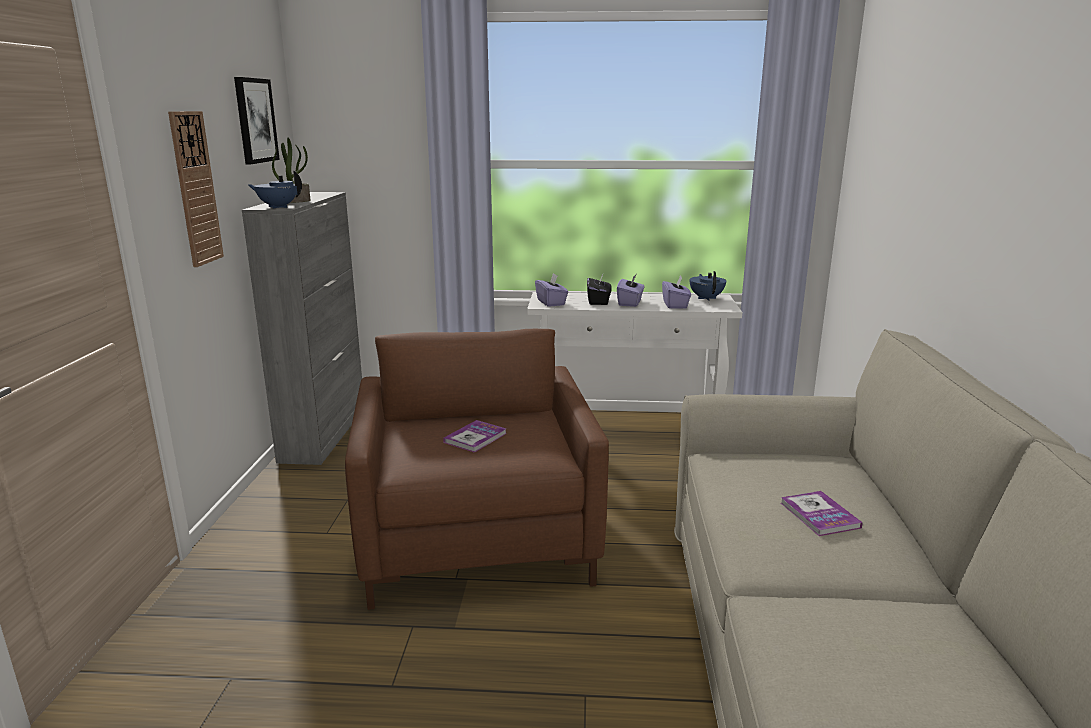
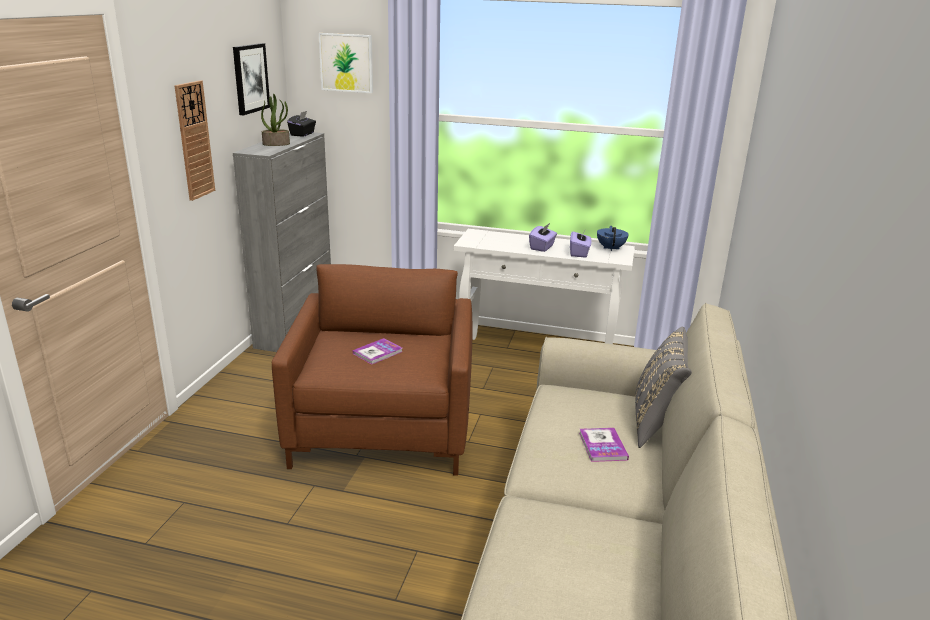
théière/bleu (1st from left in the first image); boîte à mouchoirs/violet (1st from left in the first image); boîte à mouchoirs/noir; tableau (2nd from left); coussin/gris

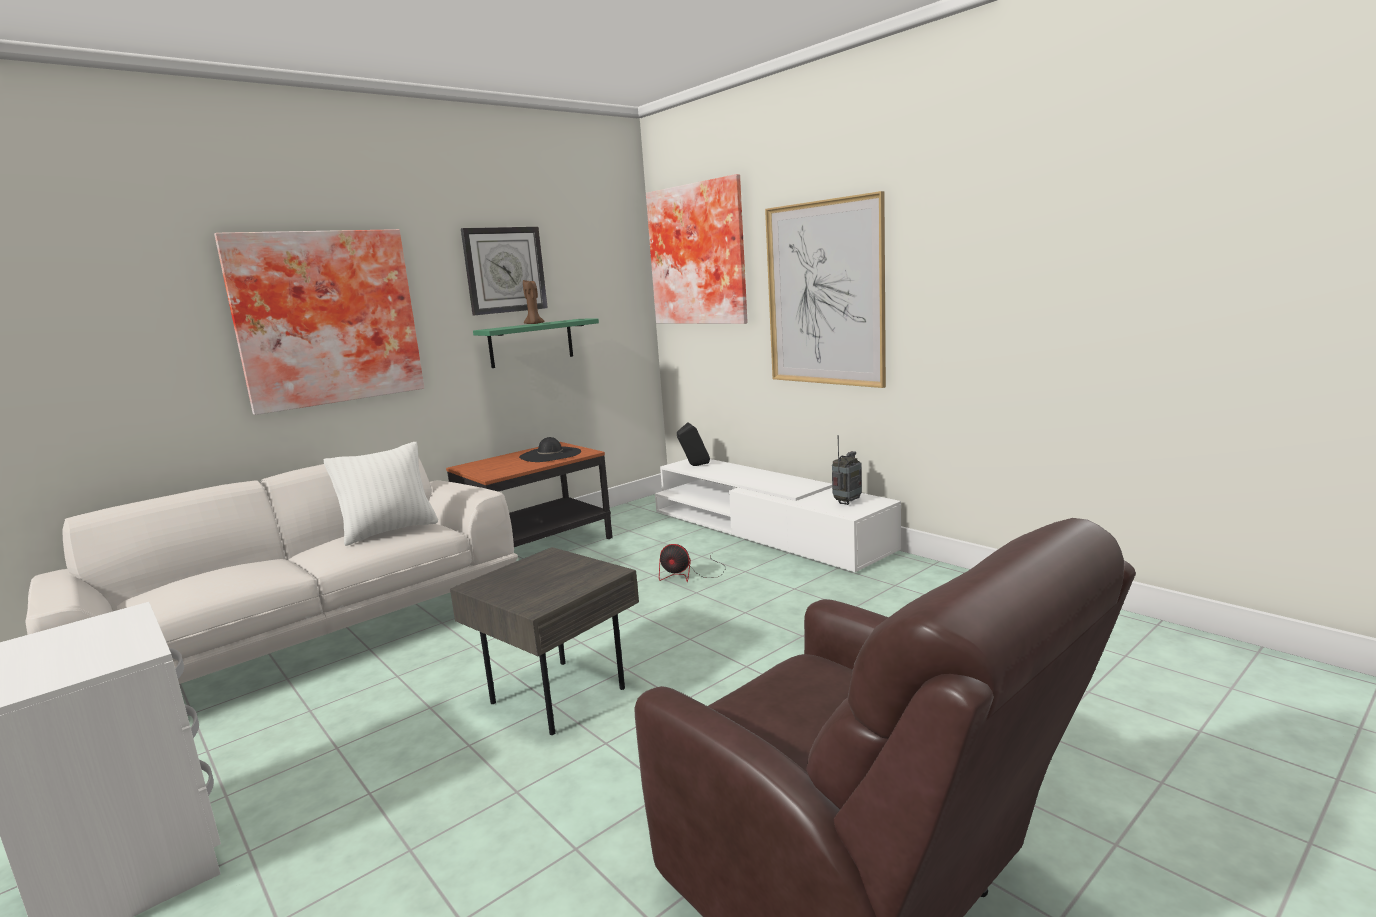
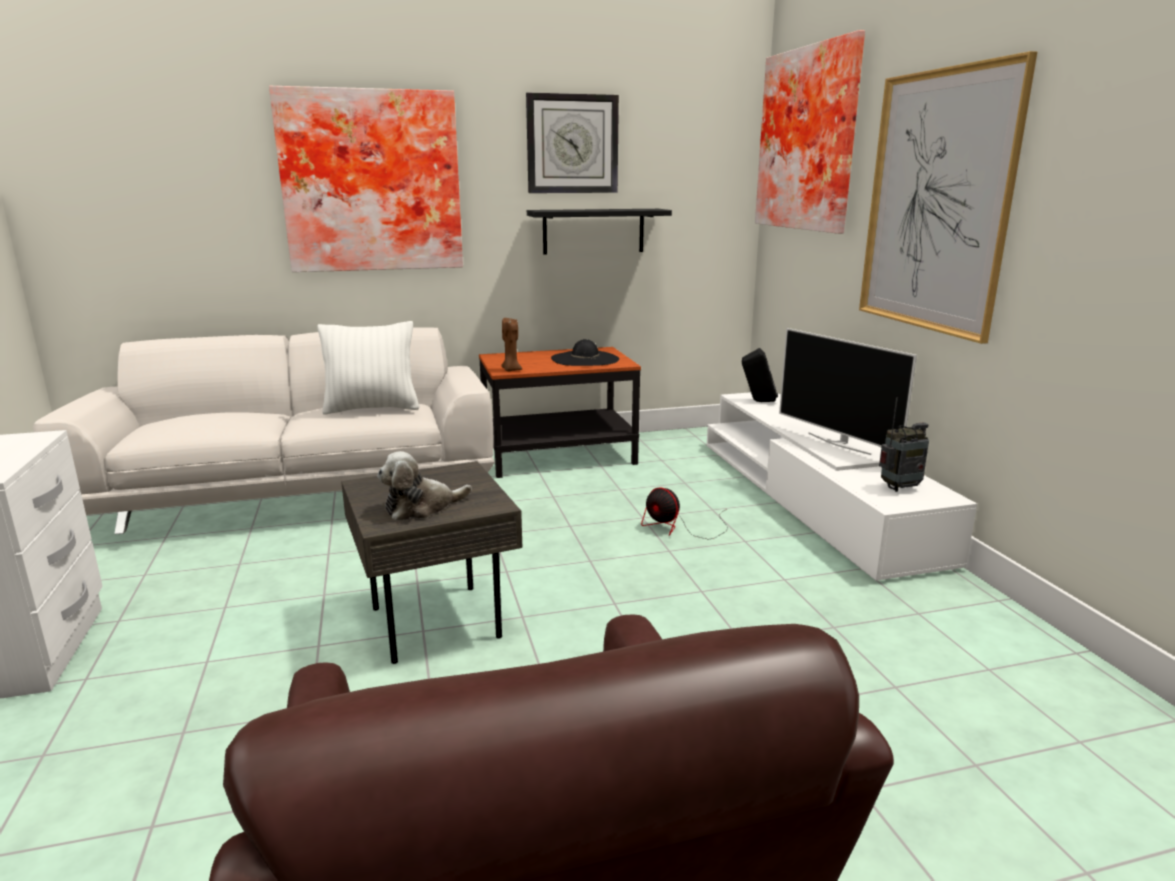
étagère/noir; bougie/marron; peluche; téléviseur

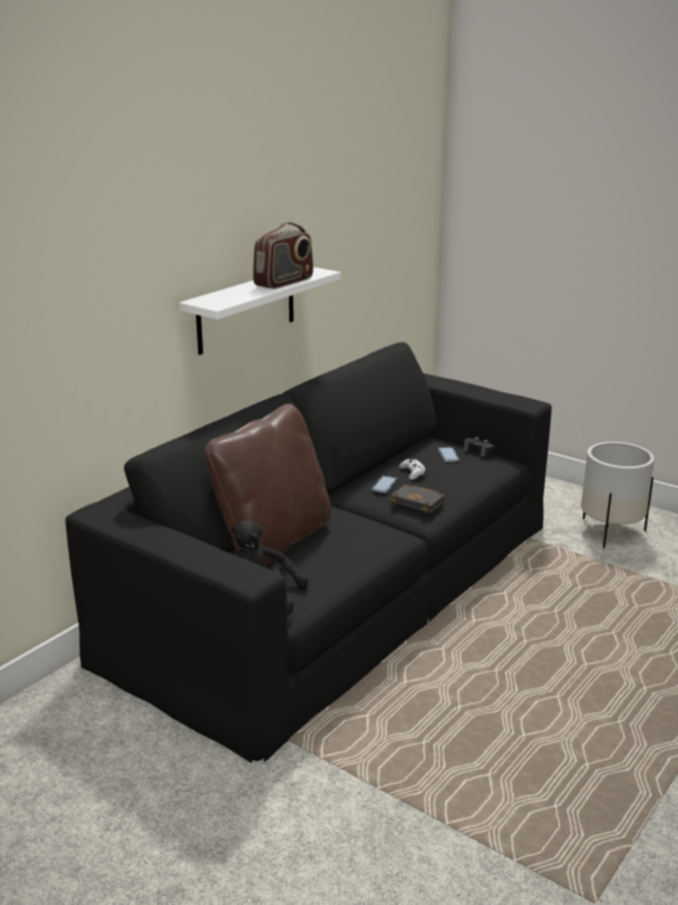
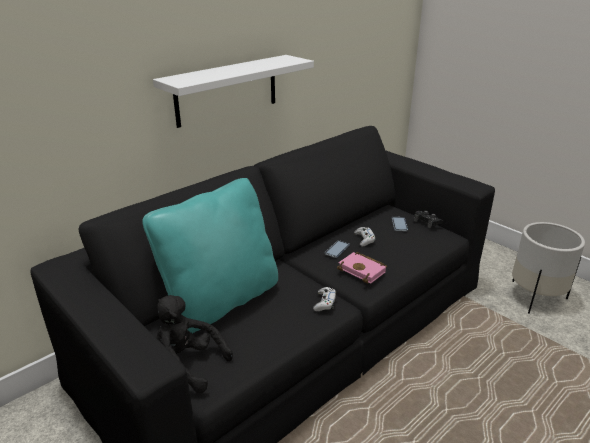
coussin/turquoise; radio; livre/rose; manette/blanc (1st from left)

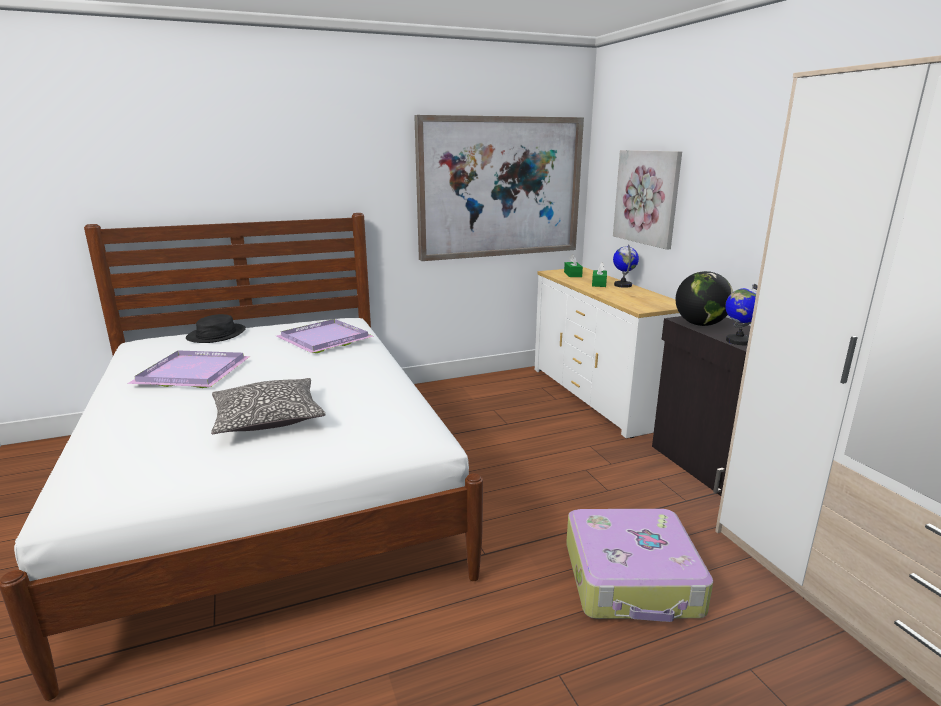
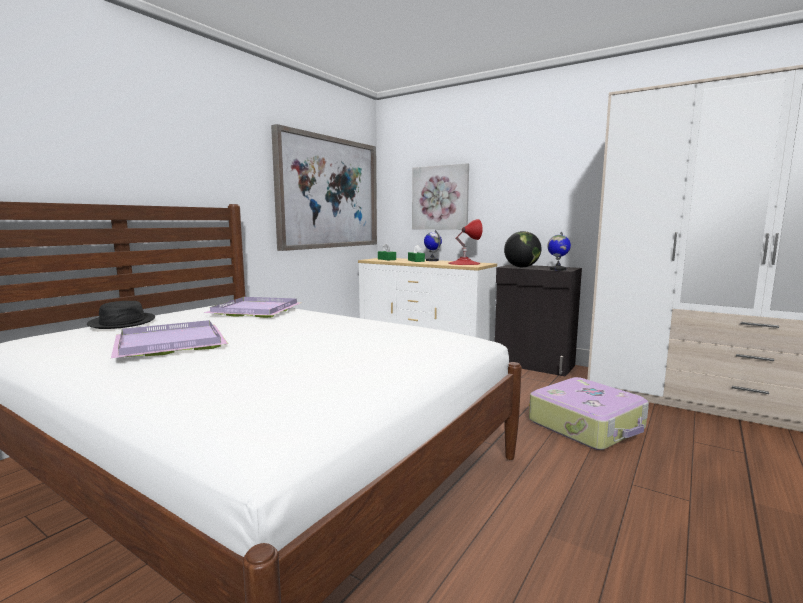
coussin; lampe de table/rouge

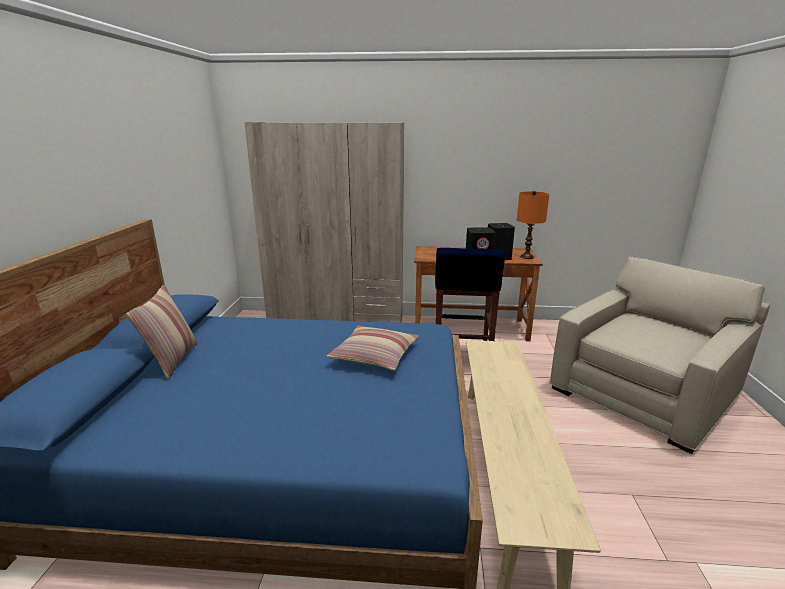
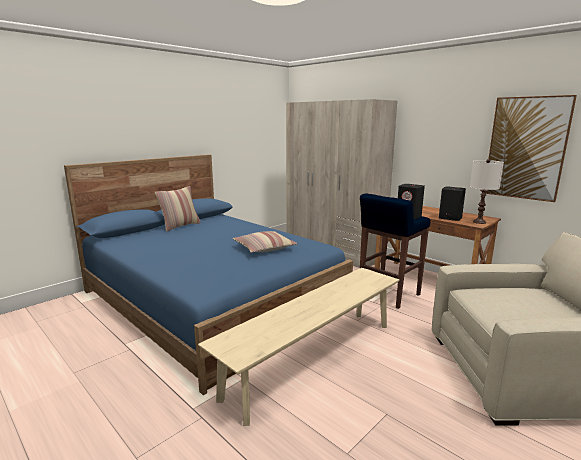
lampe de table/blanc; tableau

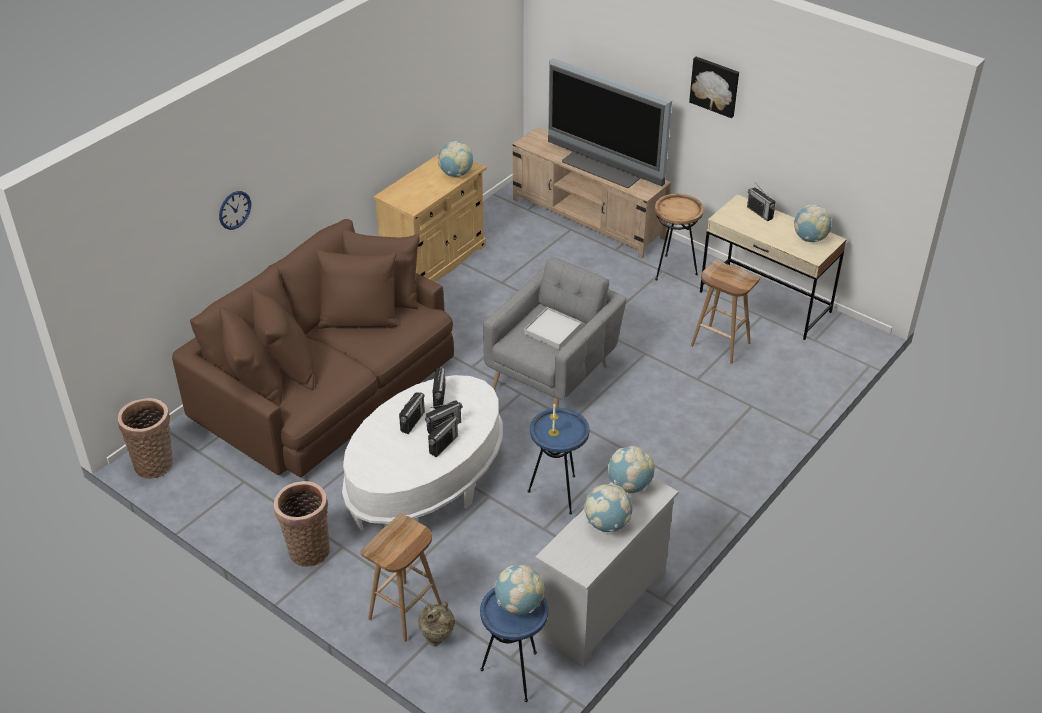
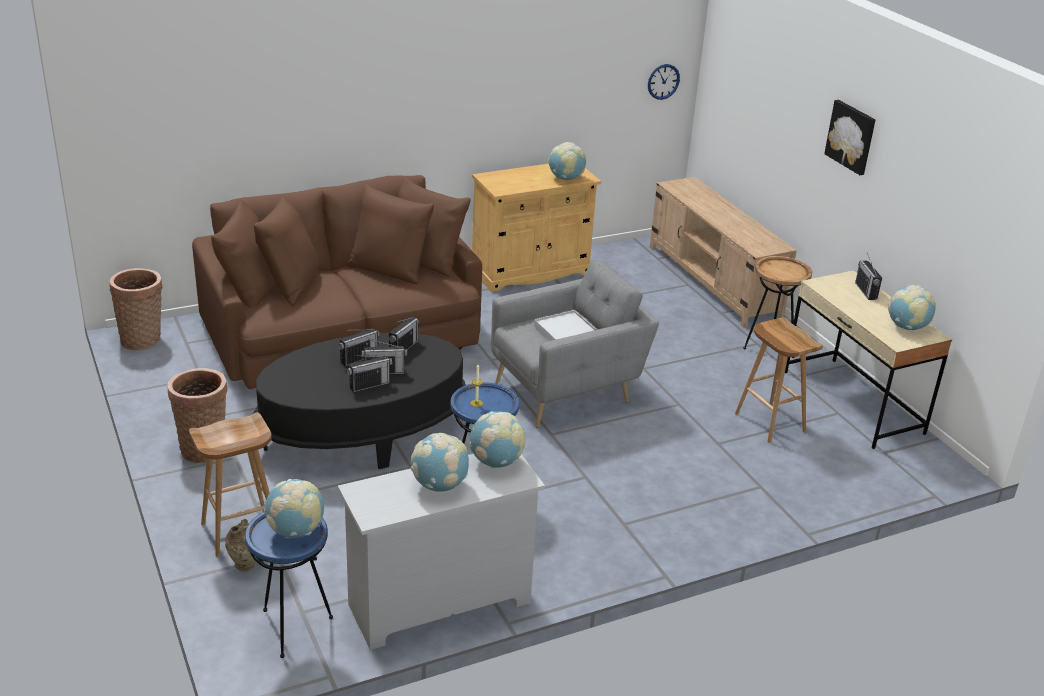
horloge murale; table basse/noir; téléviseur

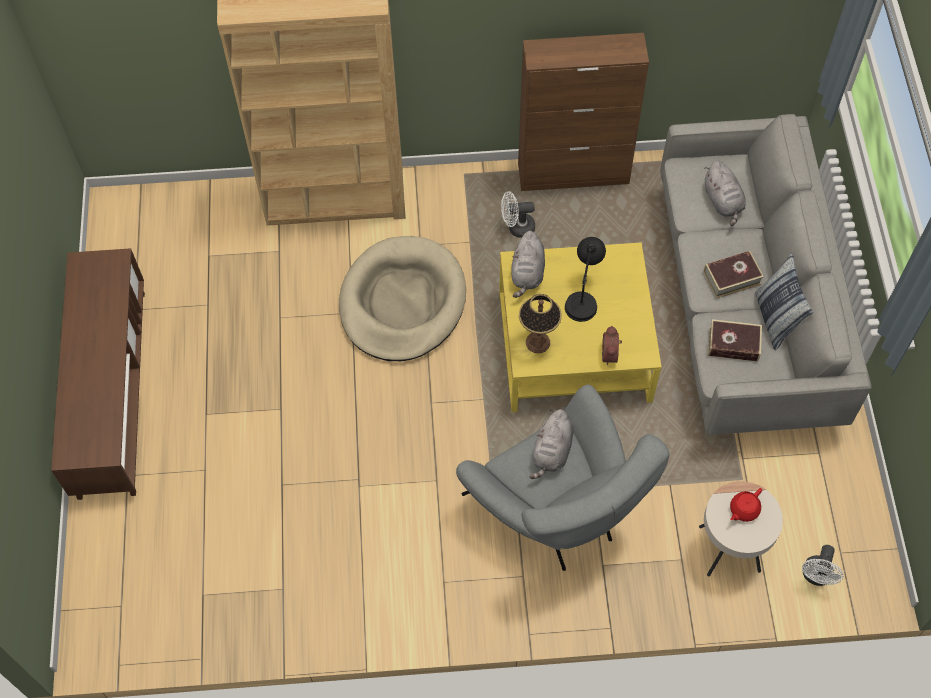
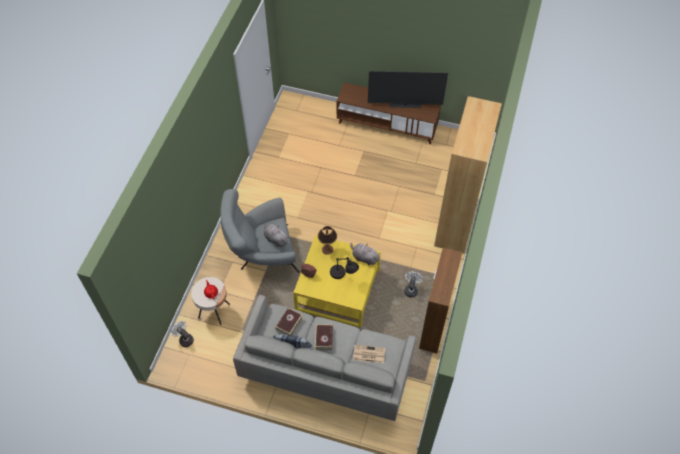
panier pour chien/beige; journal; téléviseur

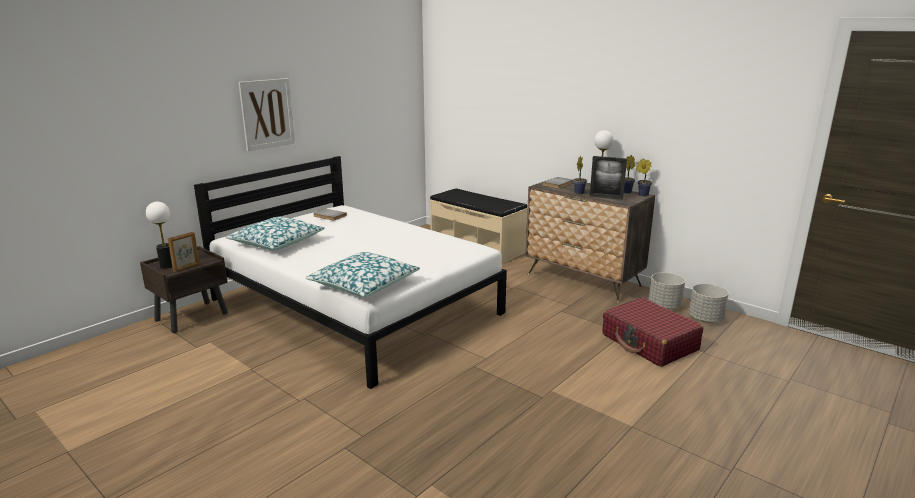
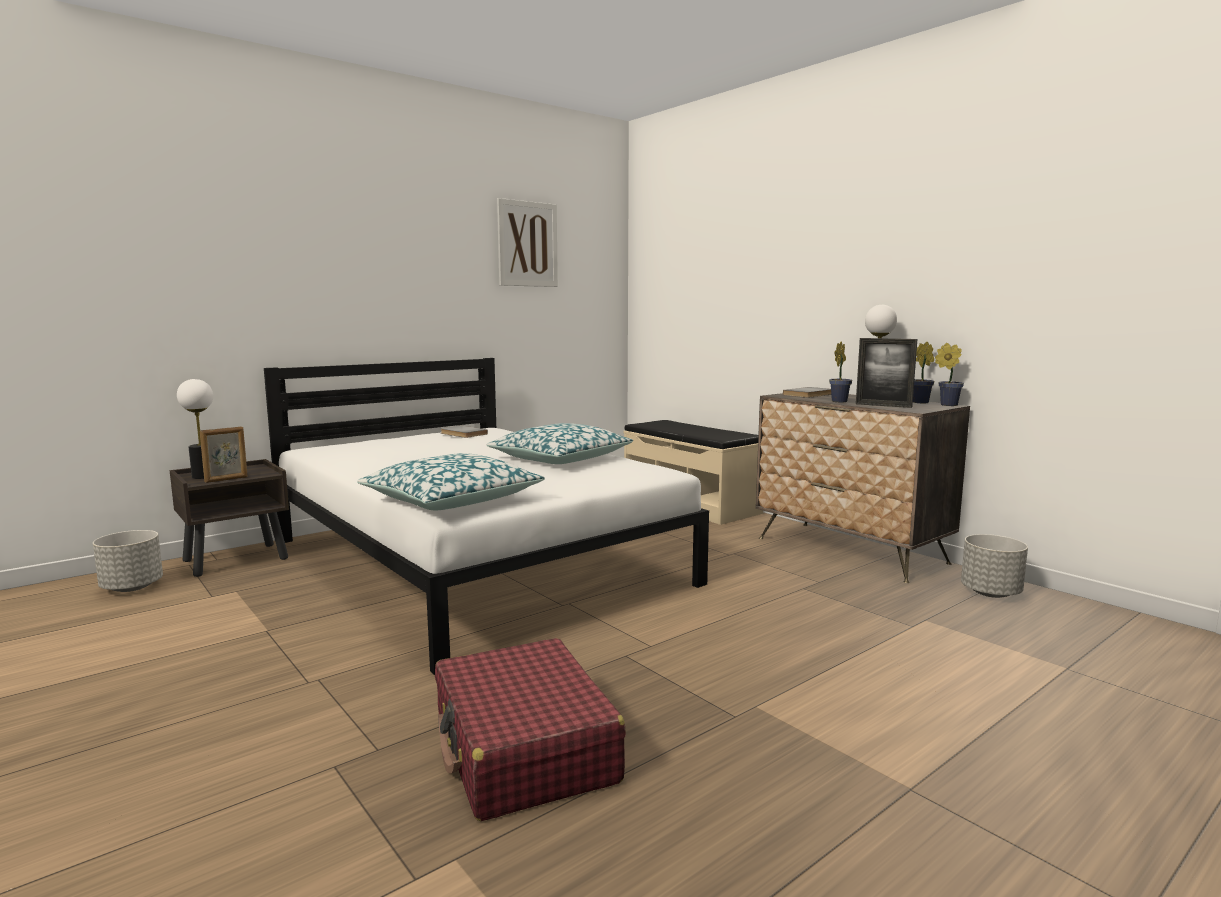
coussin (2nd from left); tableau; valise/rouge; cache-pot/gris (1st from left)

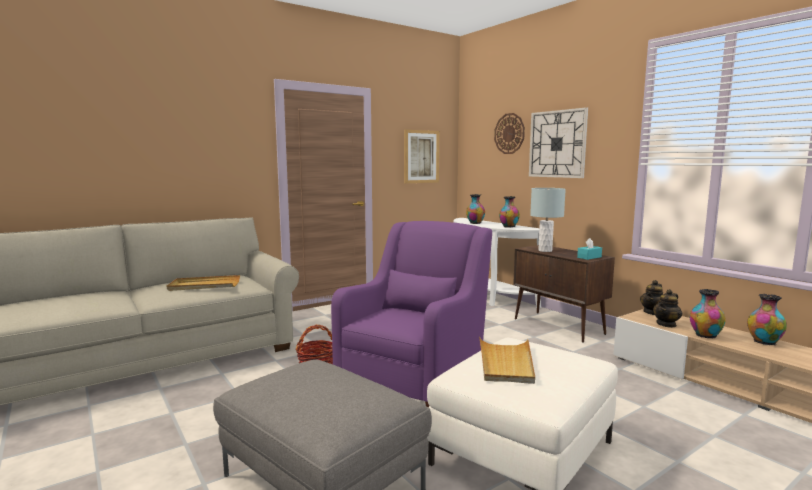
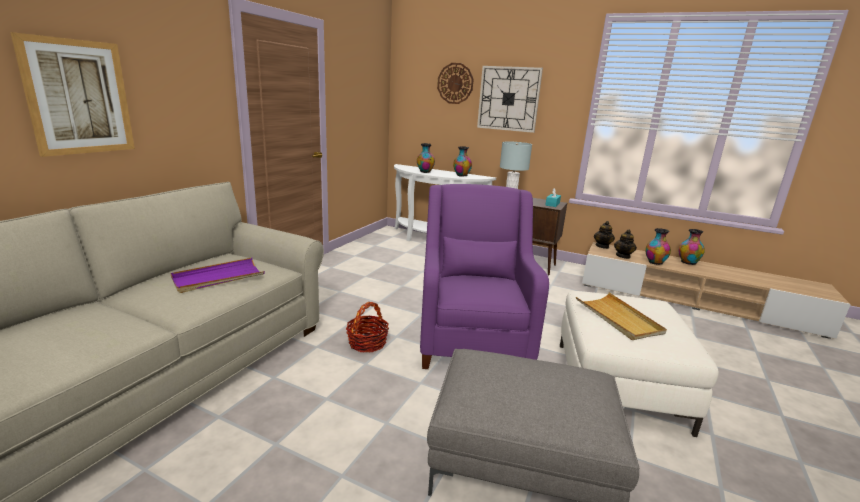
plateau/violet; tableau

